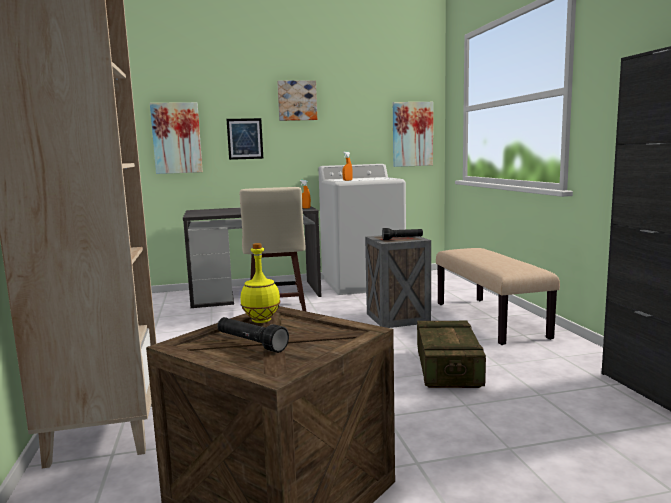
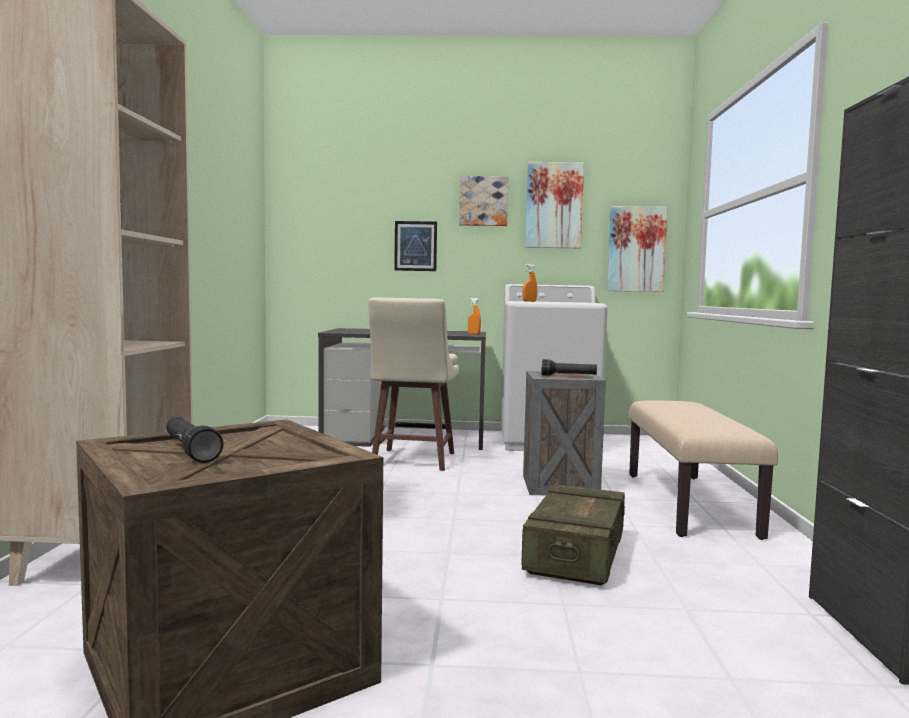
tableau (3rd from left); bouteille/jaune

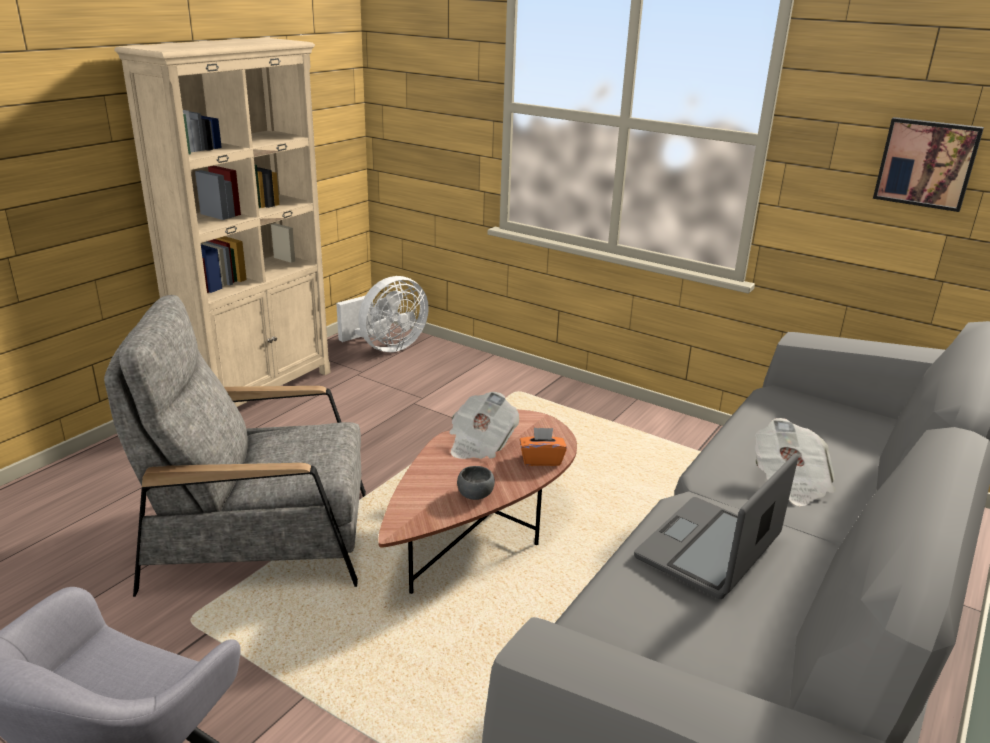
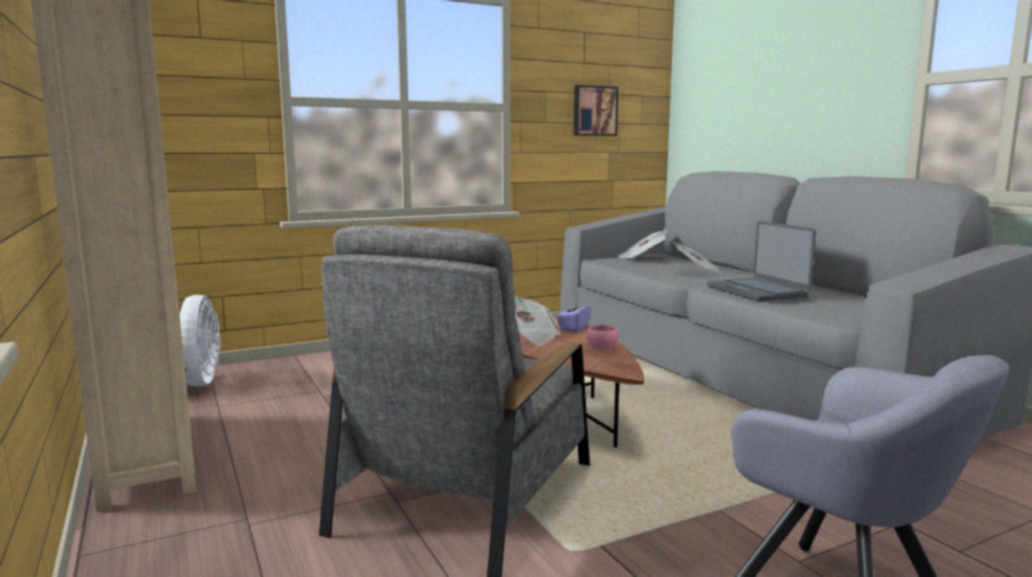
bol/rose; boîte à mouchoirs/violet; journal (2nd from left)

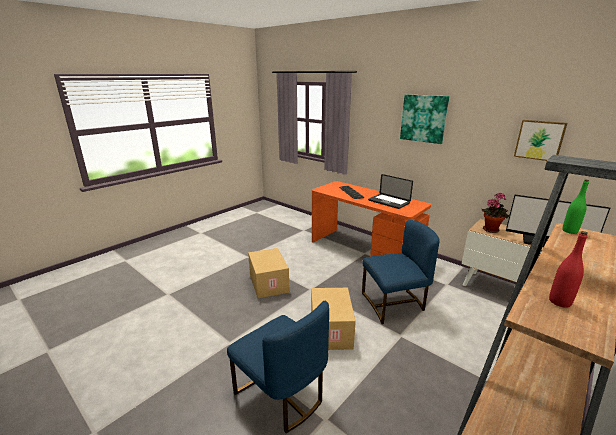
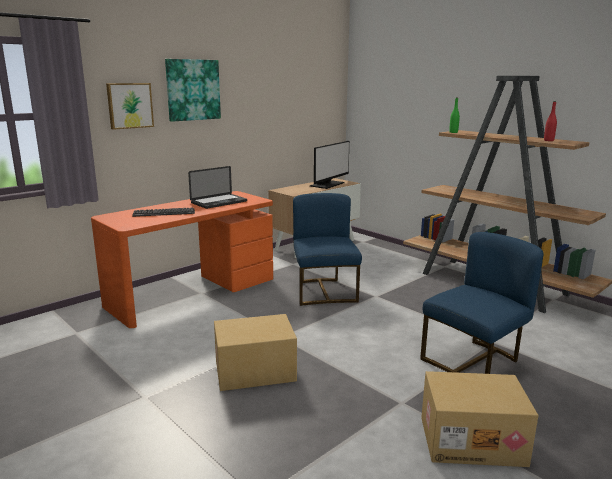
carton (2nd from left); plante en pot; tableau (1st from left)

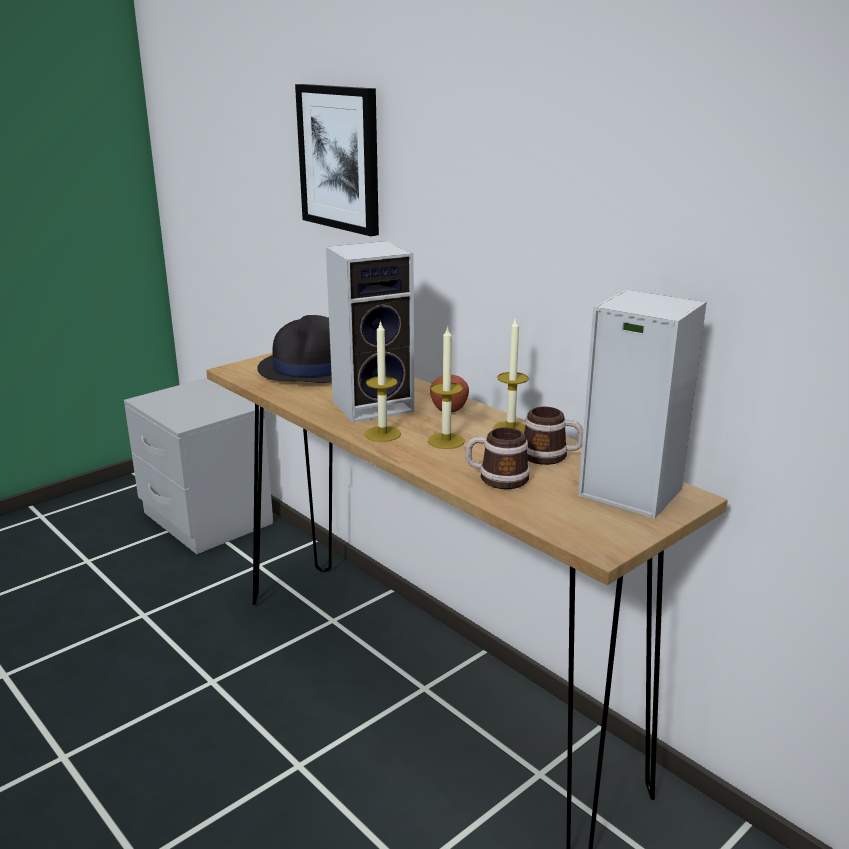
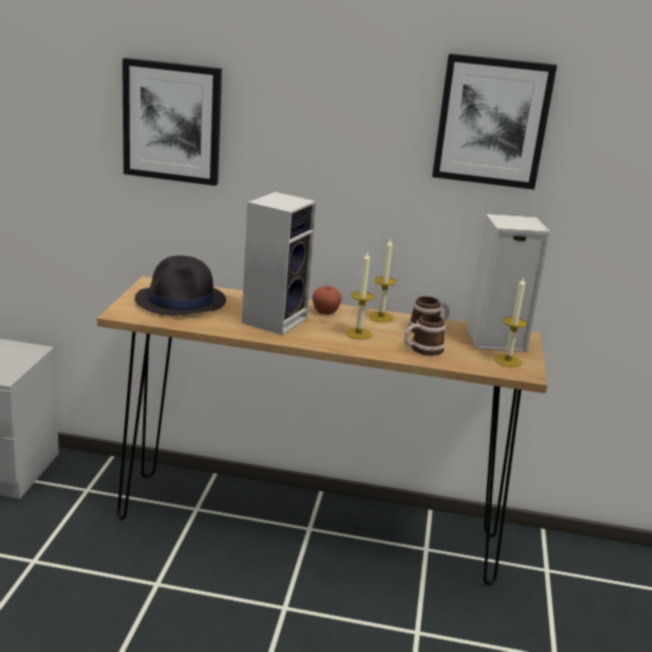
bougie (3rd from left); tableau (2nd from left)

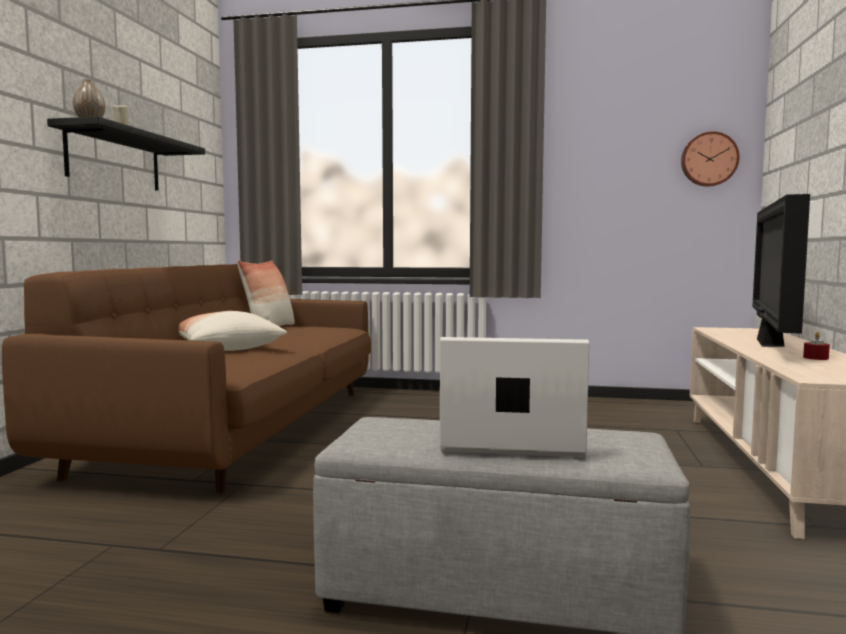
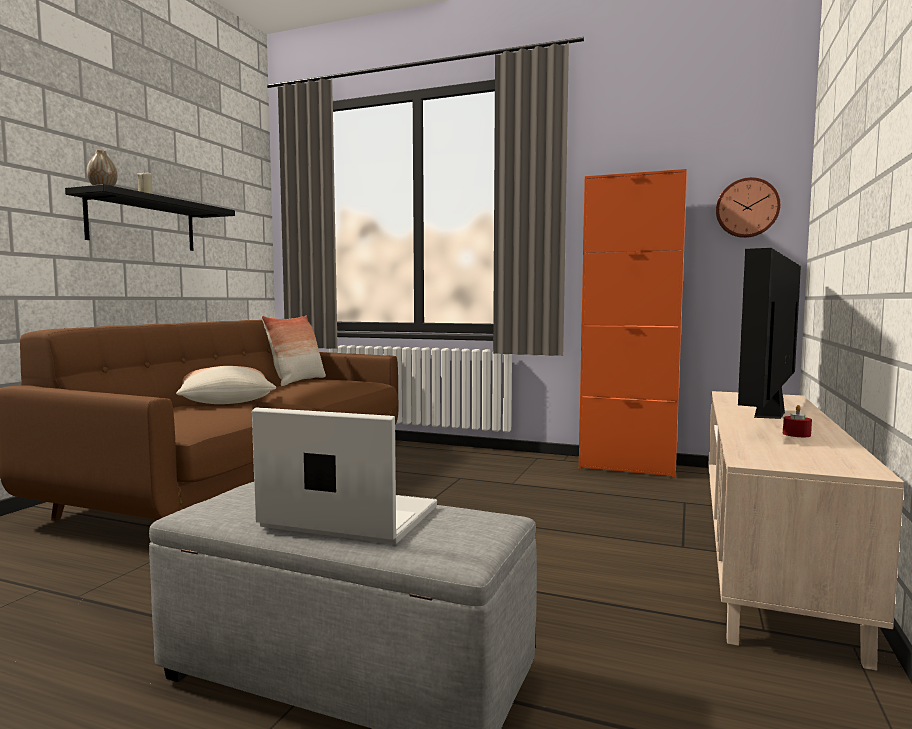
meuble de rangement/orange

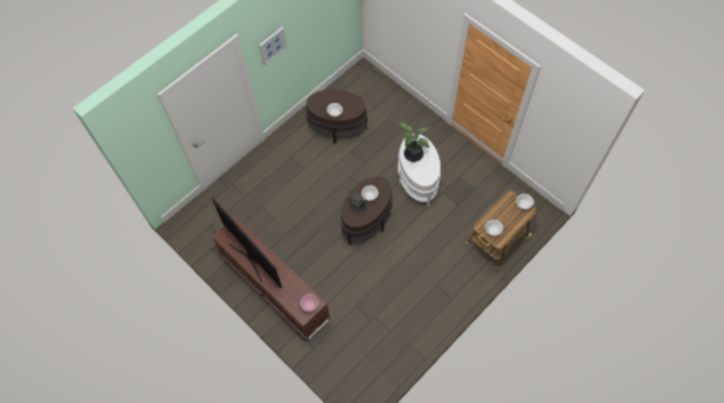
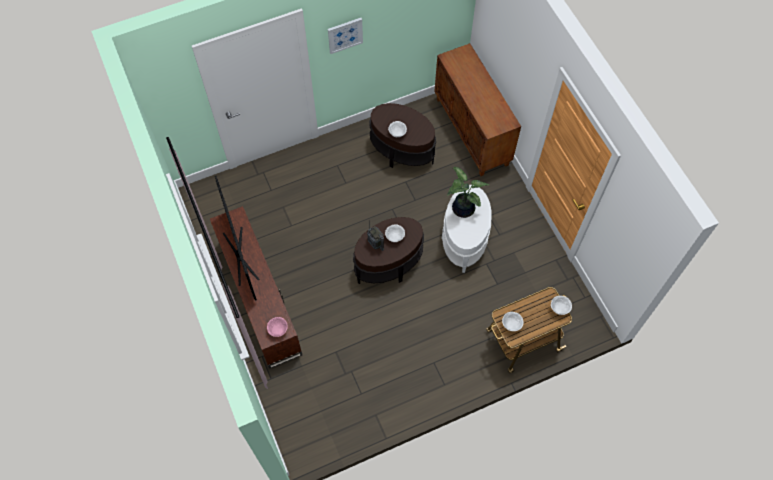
meuble de rangement/marron

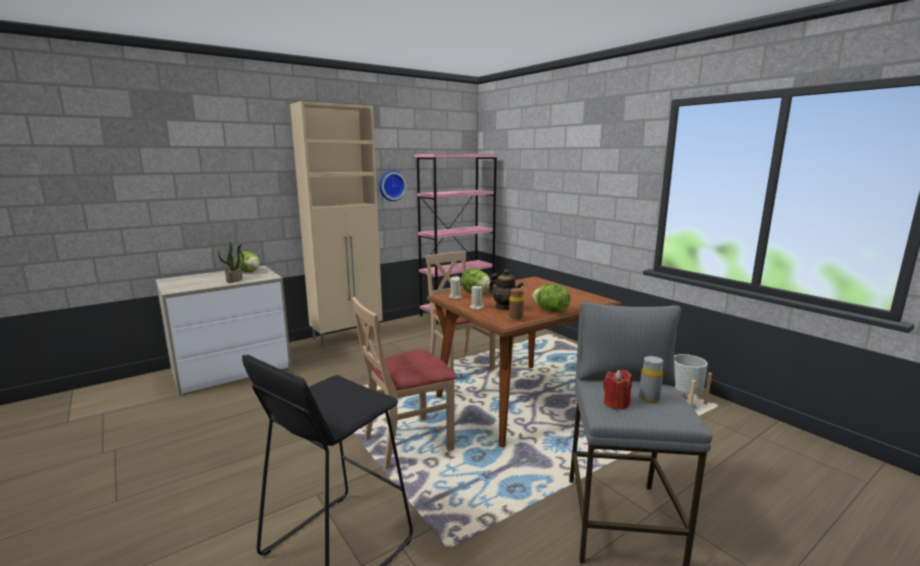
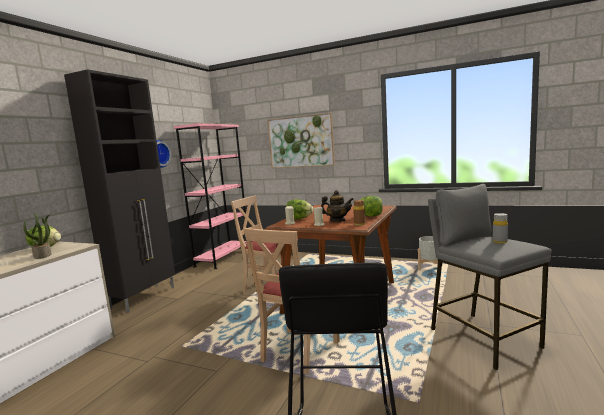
meuble de rangement/noir; bougie/rouge; tableau

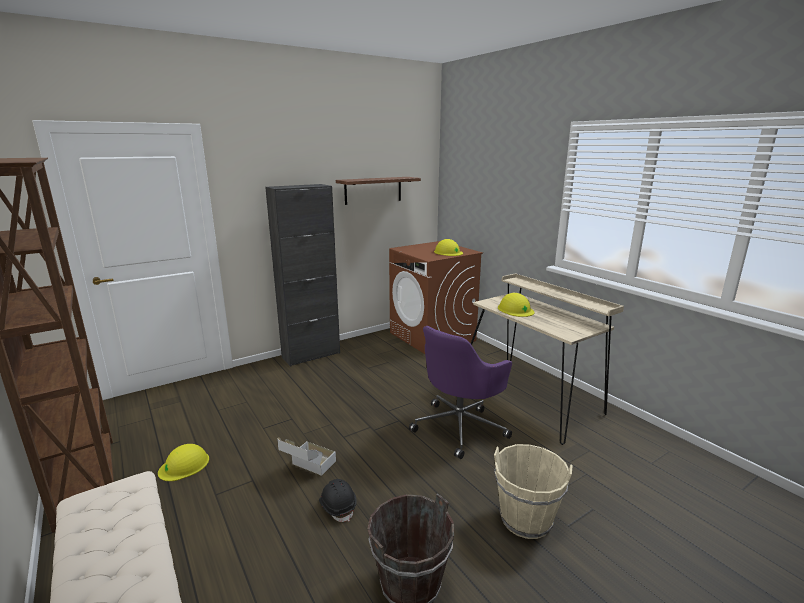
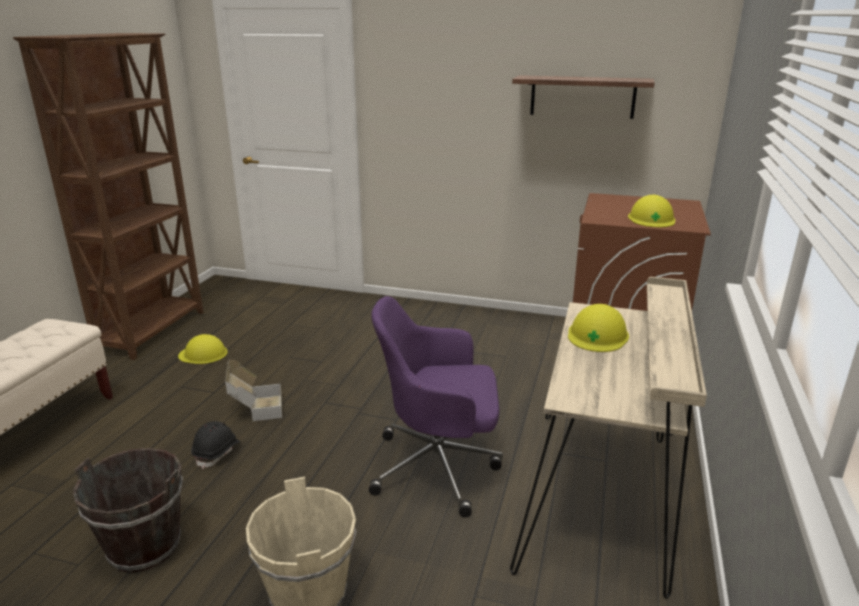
meuble de rangement/noir

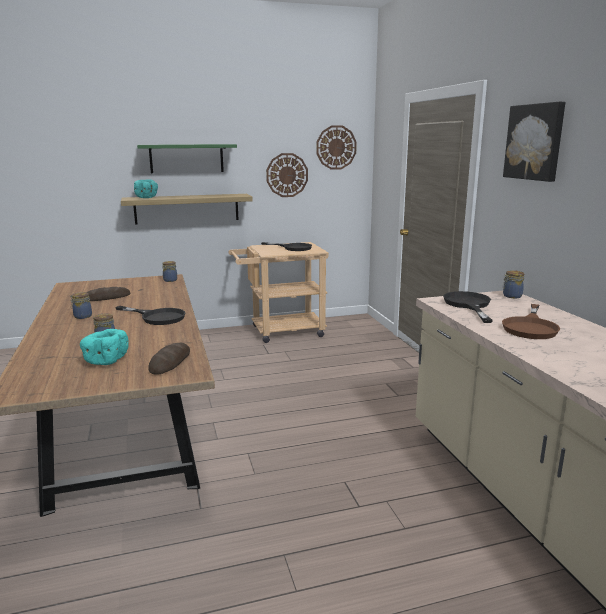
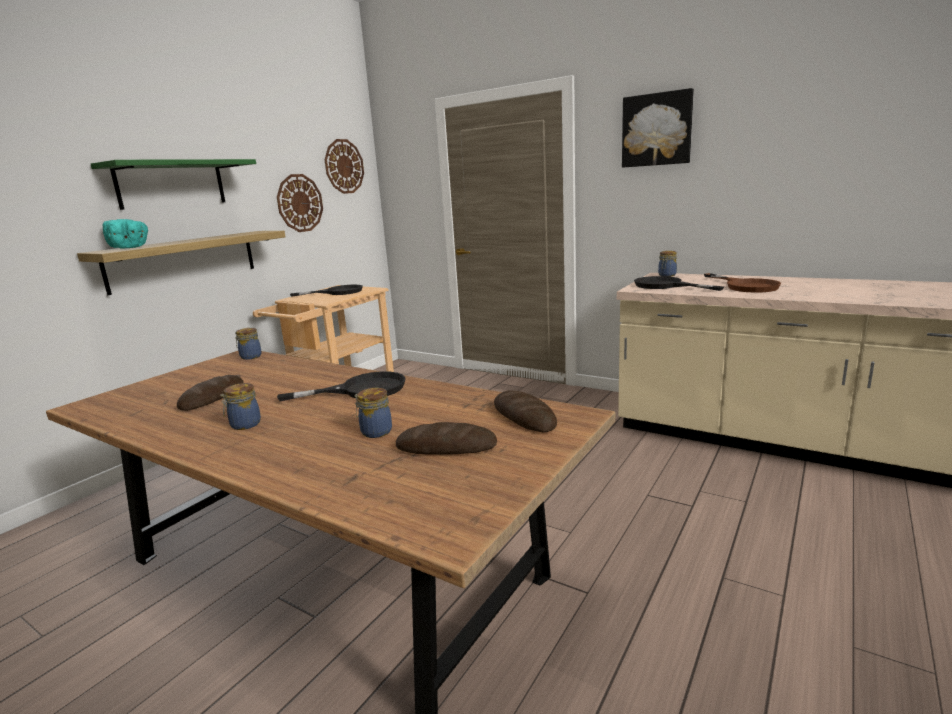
pain (2nd from left)

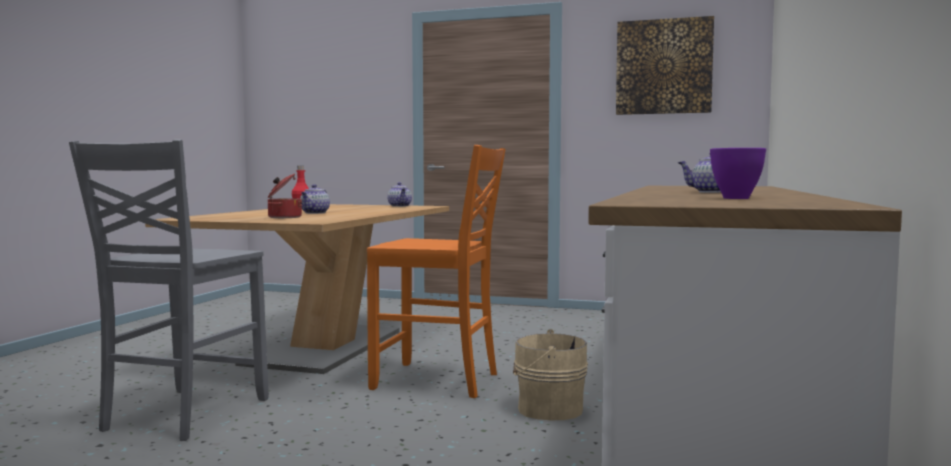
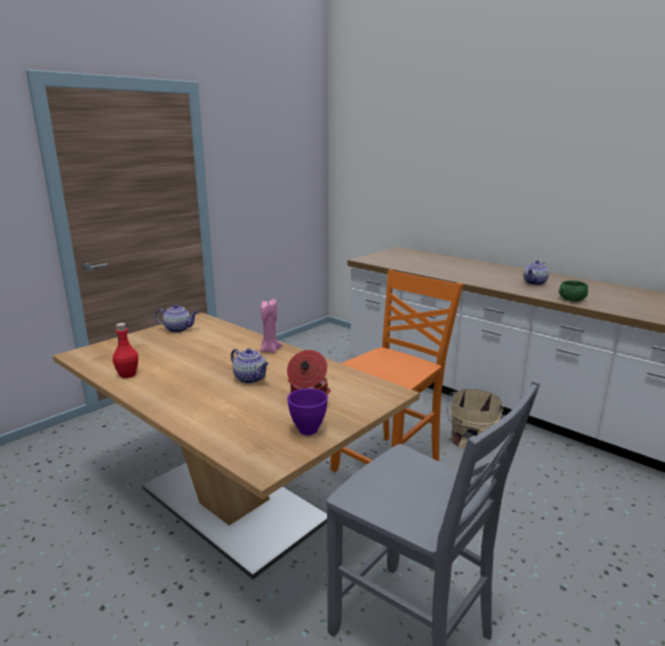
tableau; bol/violet; bougie/rose; bol/vert

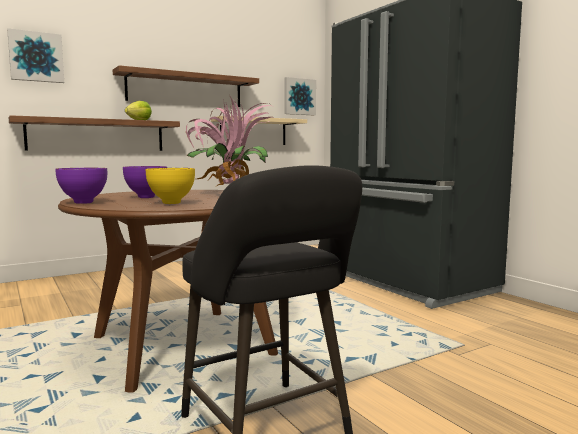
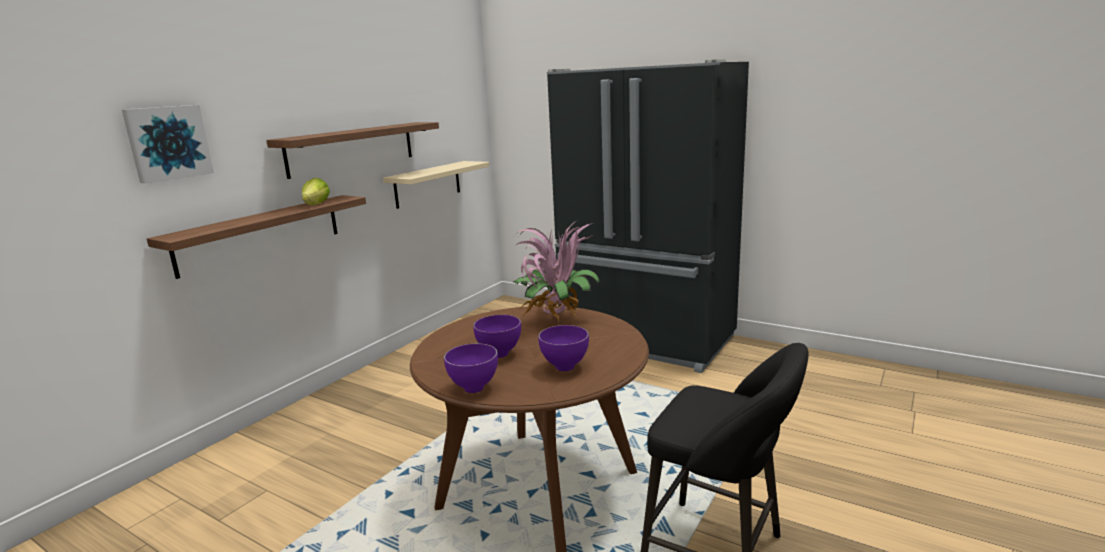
bol/violet (3rd from left); tableau (2nd from left in the first image)

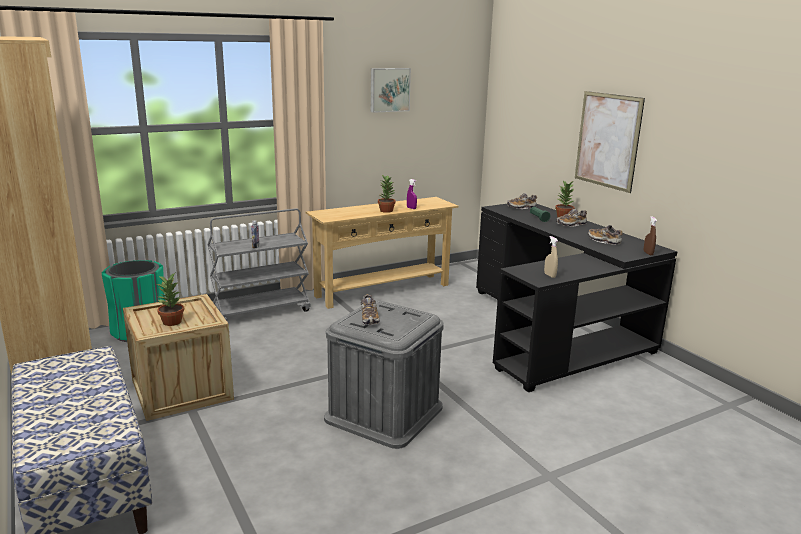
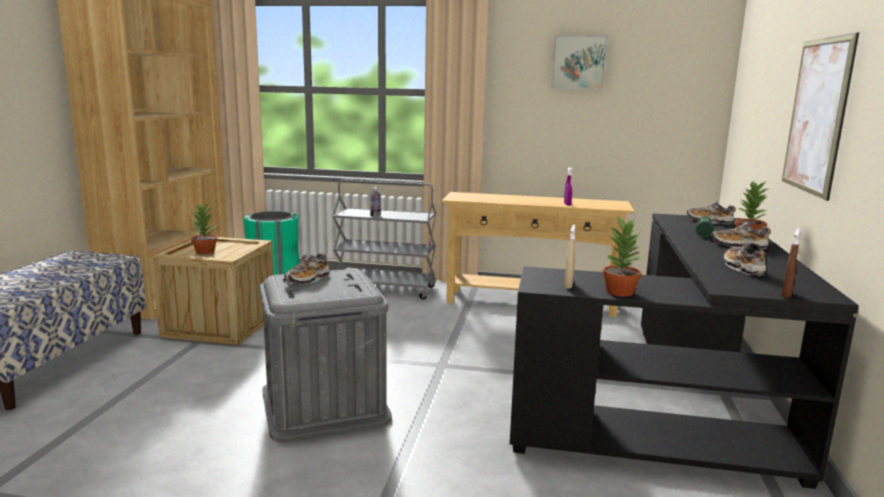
plante en pot (2nd from left)

